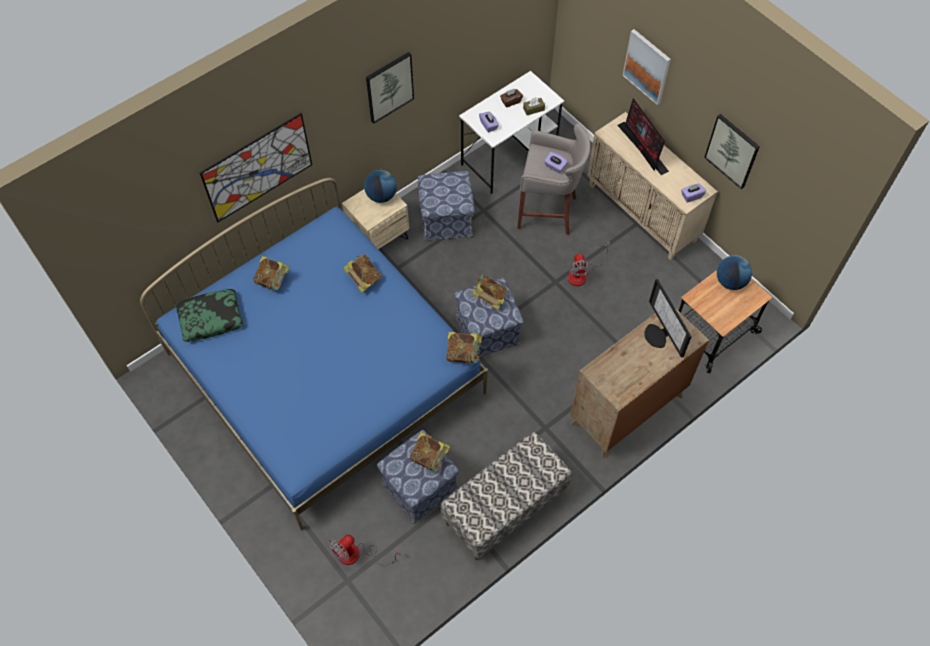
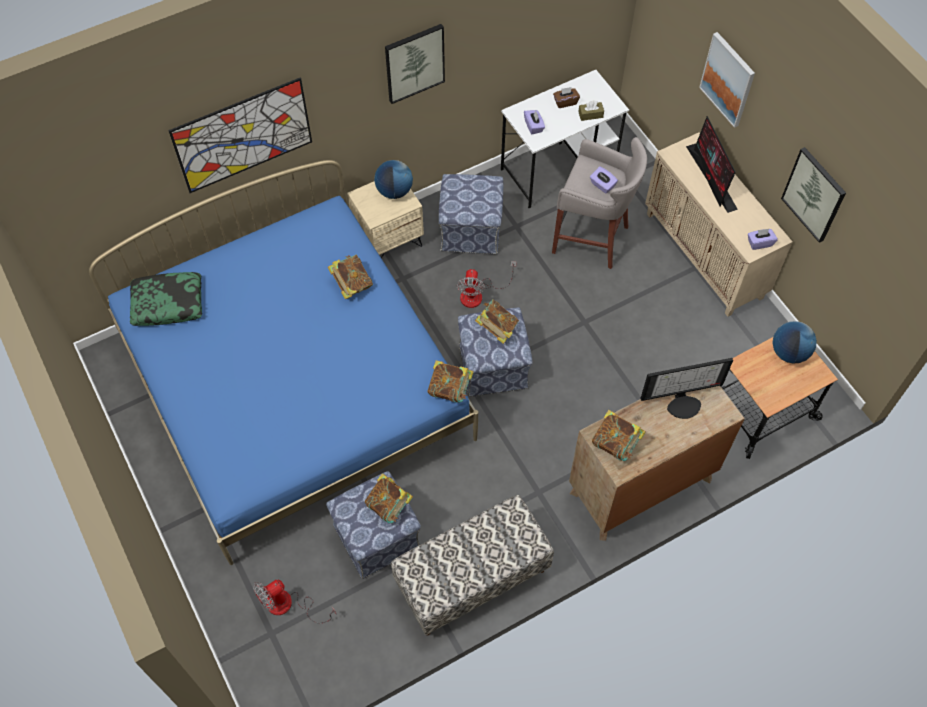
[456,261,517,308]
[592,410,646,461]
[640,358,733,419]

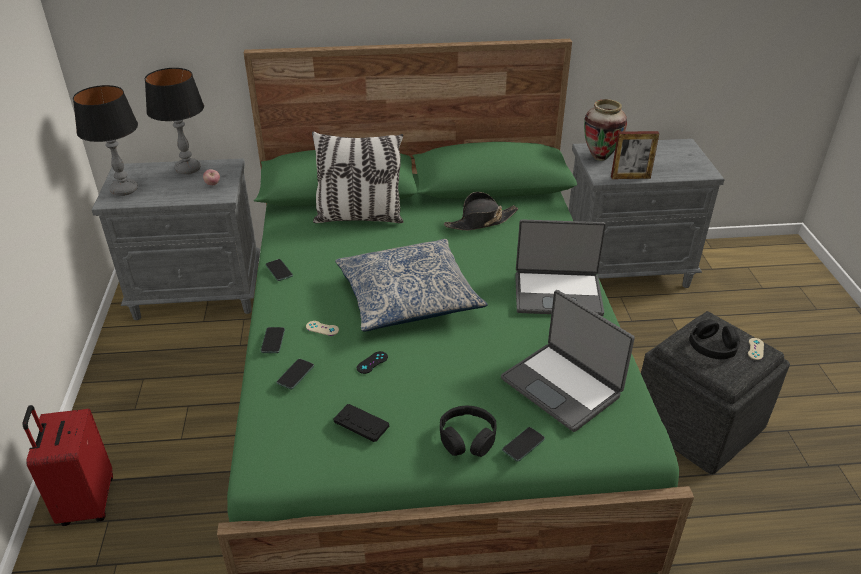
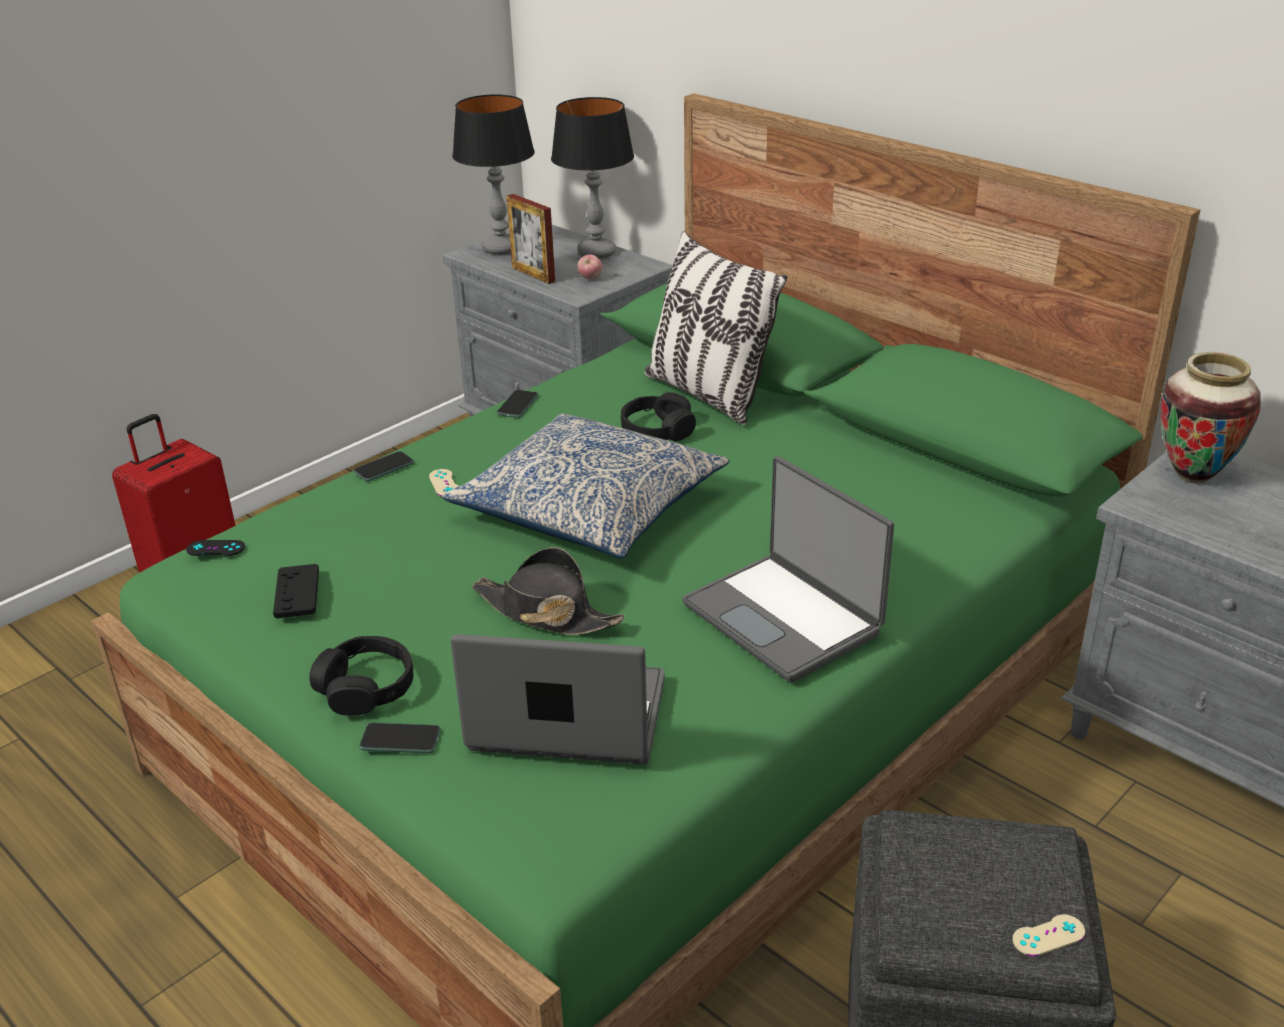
[186,540,245,556]
[450,634,665,764]
[472,547,625,635]
[506,194,555,284]
[621,392,696,442]
[276,359,314,389] (first image)

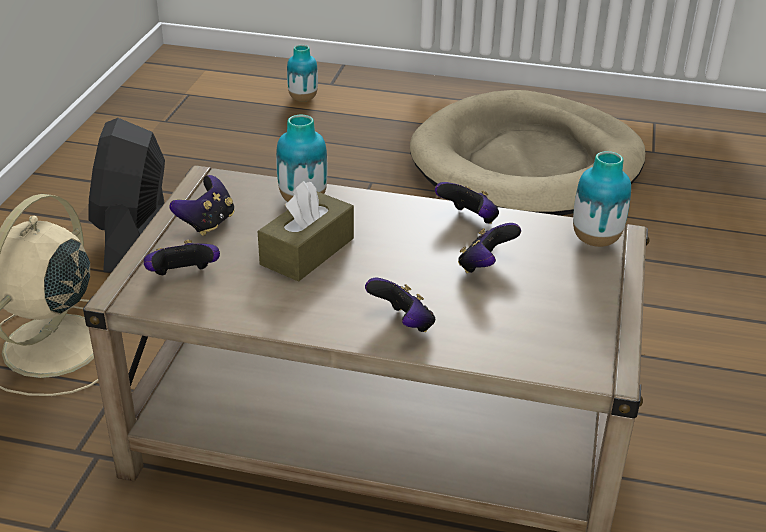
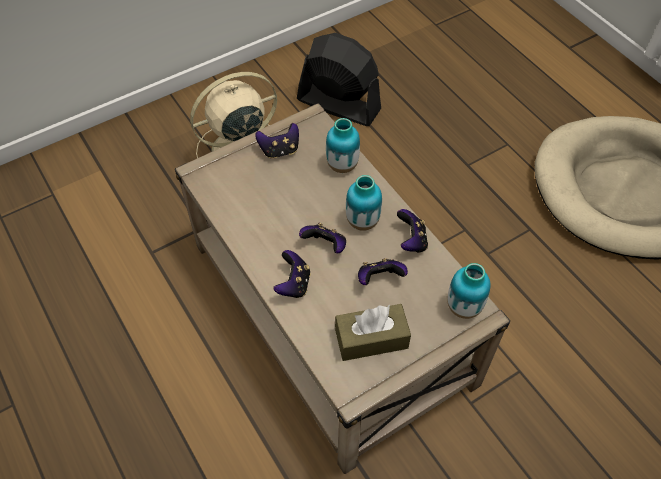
[297,33,381,126]
[299,223,346,253]
[335,304,411,361]
[346,175,382,231]

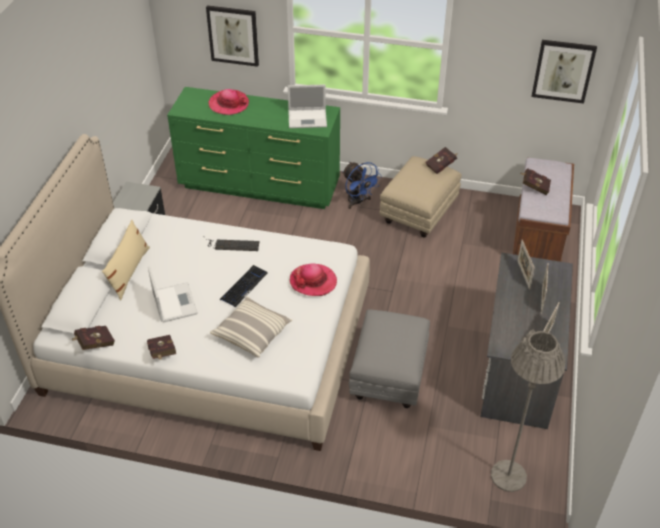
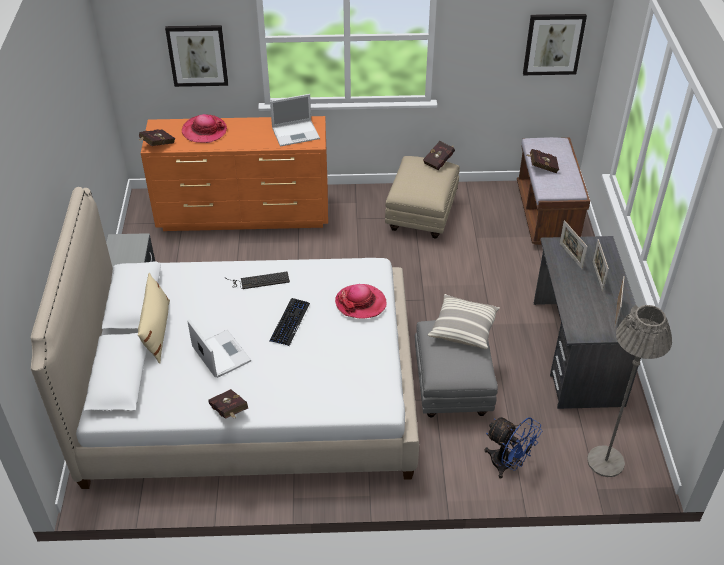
[138,129,175,146]
[141,116,328,231]
[428,294,500,349]
[484,417,542,479]

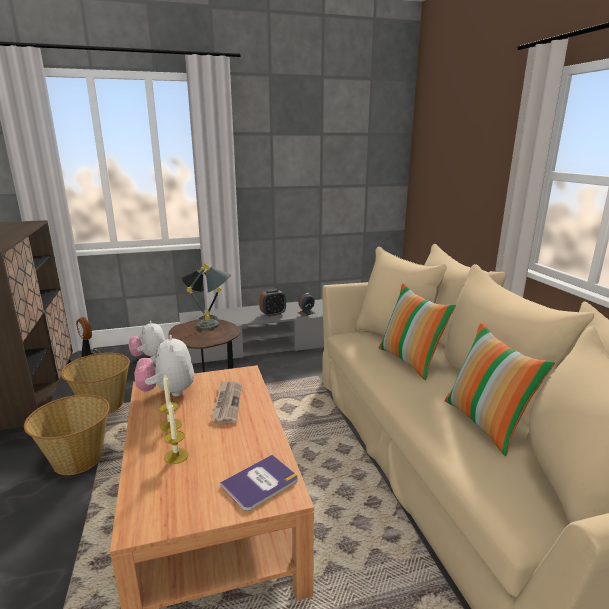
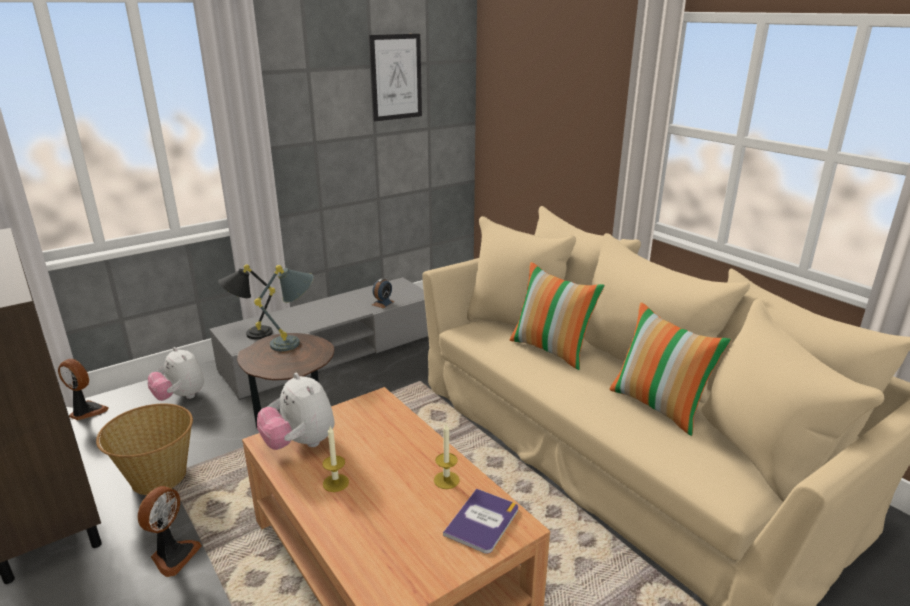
[137,486,202,577]
[369,34,422,121]
[434,424,460,489]
[211,380,241,424] (first image)
[259,289,286,317] (first image)

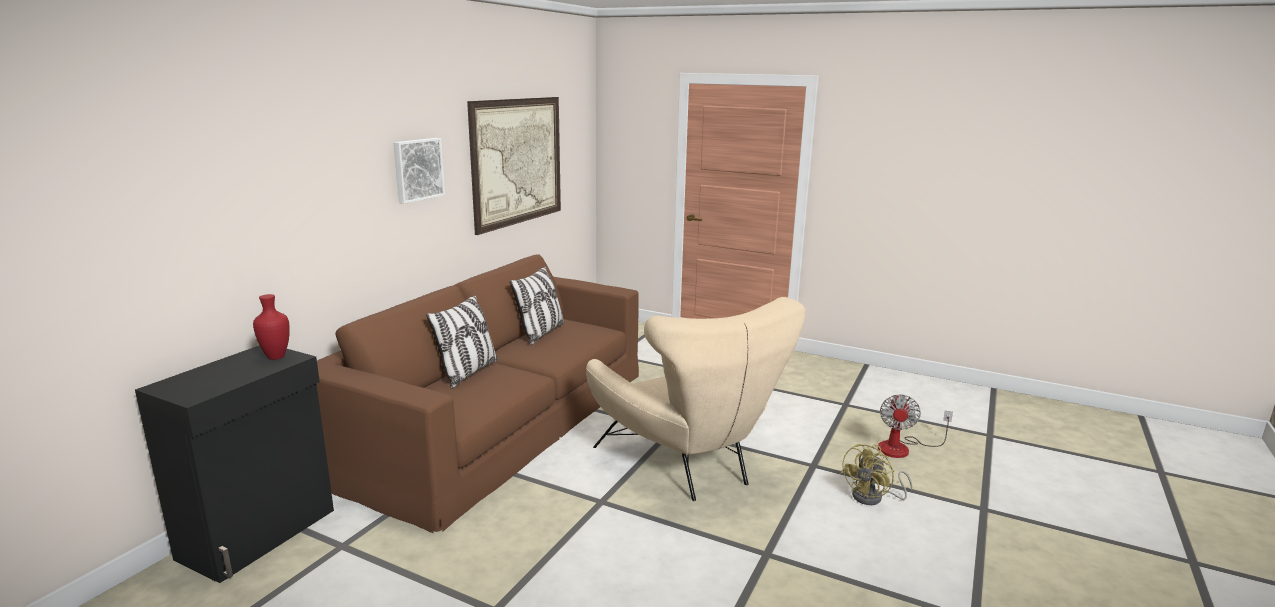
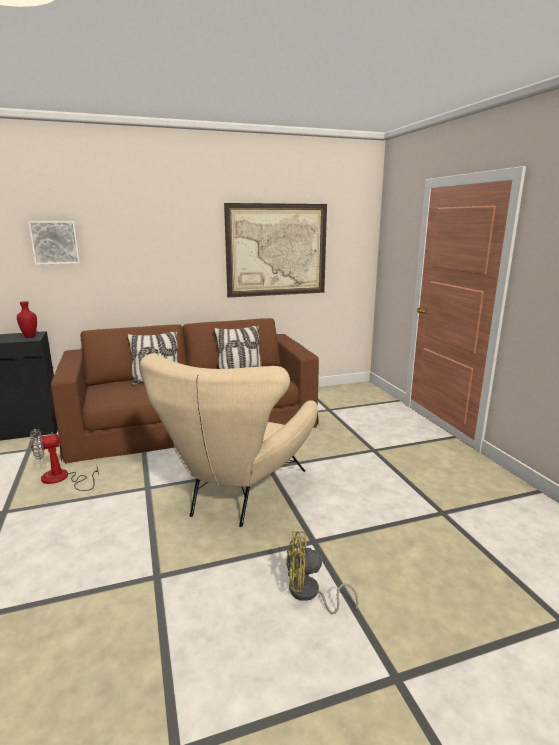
[28,221,80,265]
[30,429,99,491]

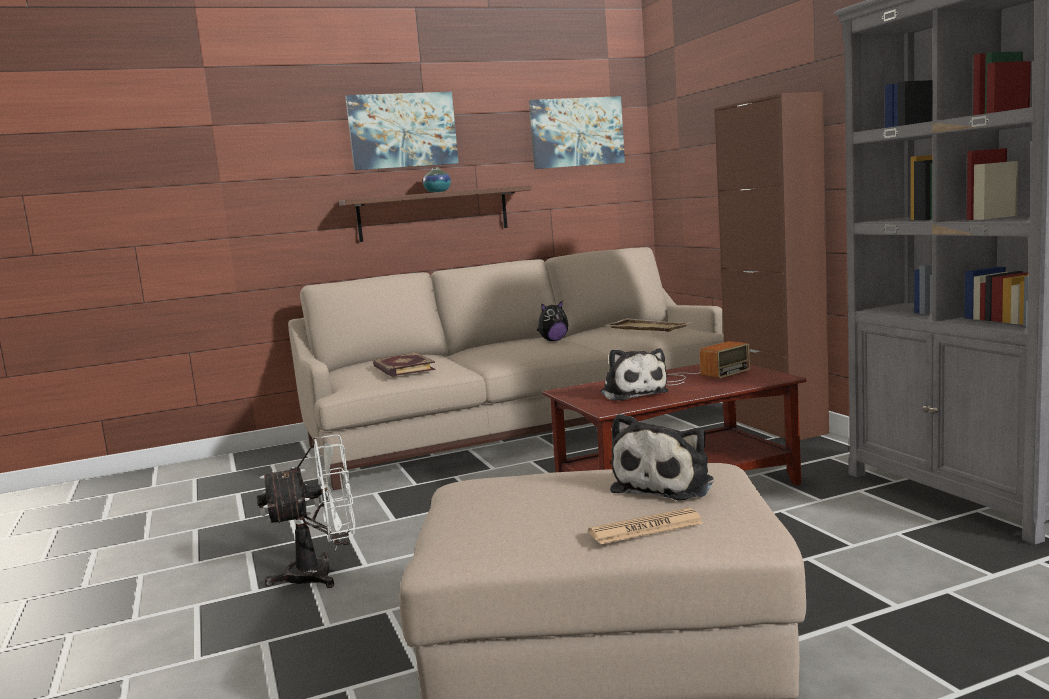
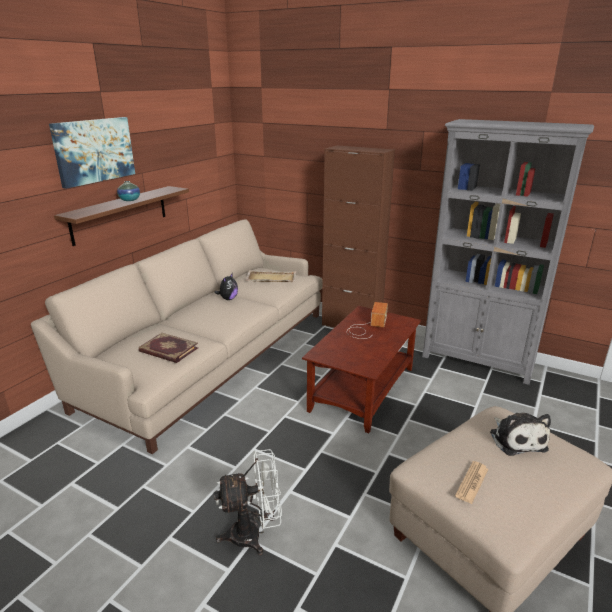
[214,449,282,555]
[455,461,488,504]
[529,96,625,169] (first image)
[600,348,669,401] (first image)

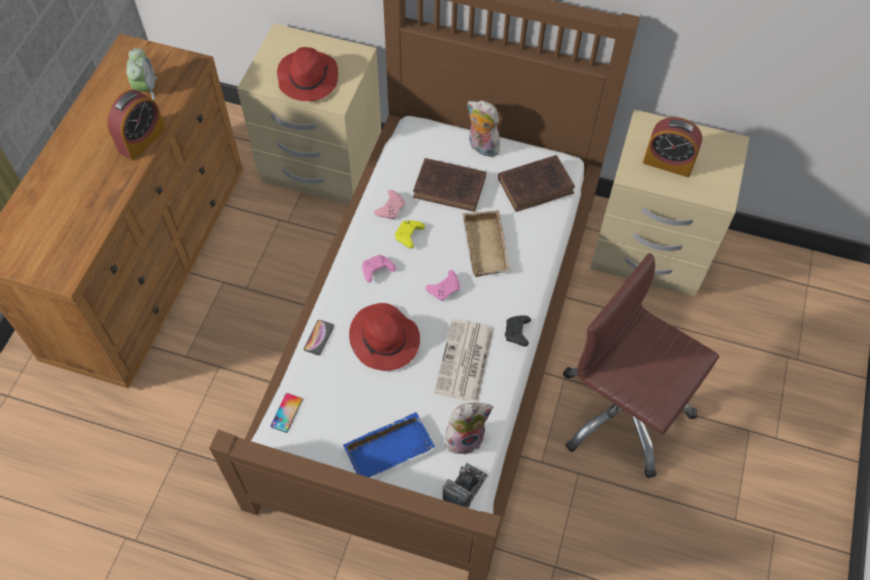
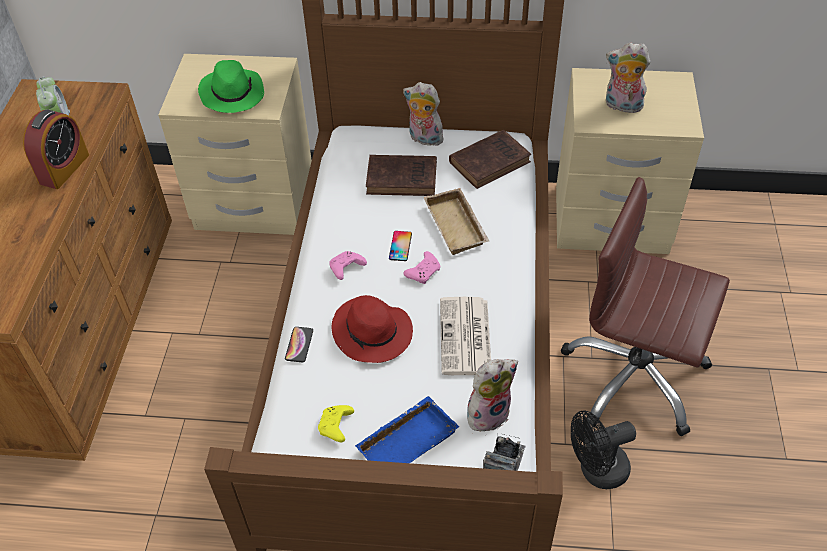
[198,60,264,113]
[318,405,354,442]
[389,231,412,261]
[571,410,636,489]
[606,43,650,113]
[374,190,405,219] (first image)
[505,315,531,346] (first image)

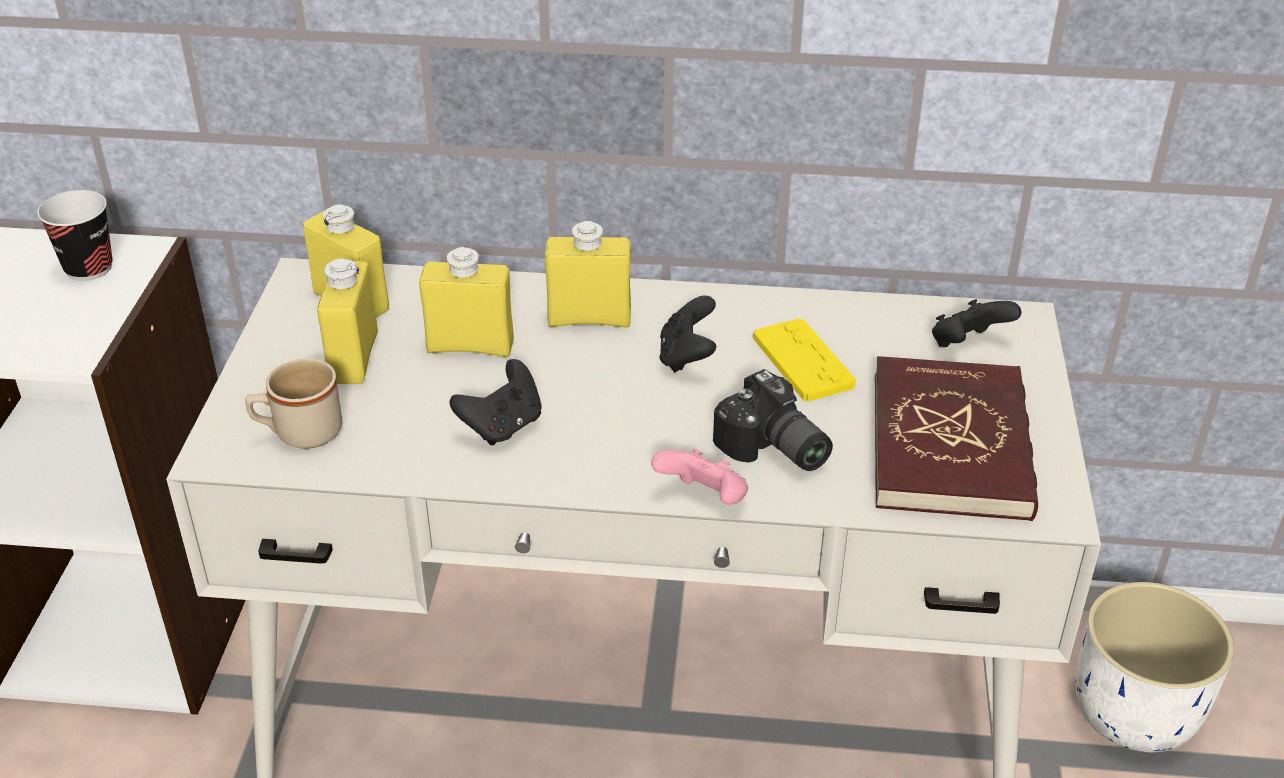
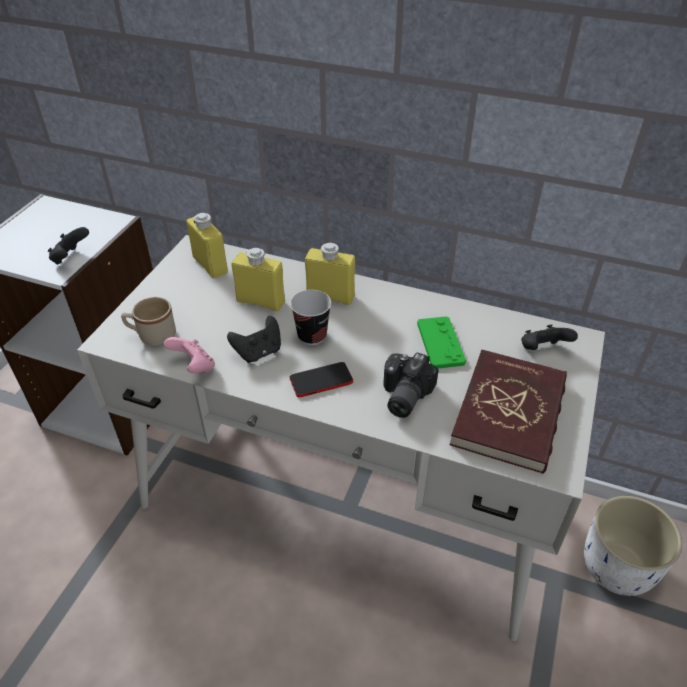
[48,227,89,265]
[164,337,215,373]
[290,290,331,345]
[290,362,353,397]
[383,352,439,418]
[417,316,466,368]
[317,259,378,384] (first image)

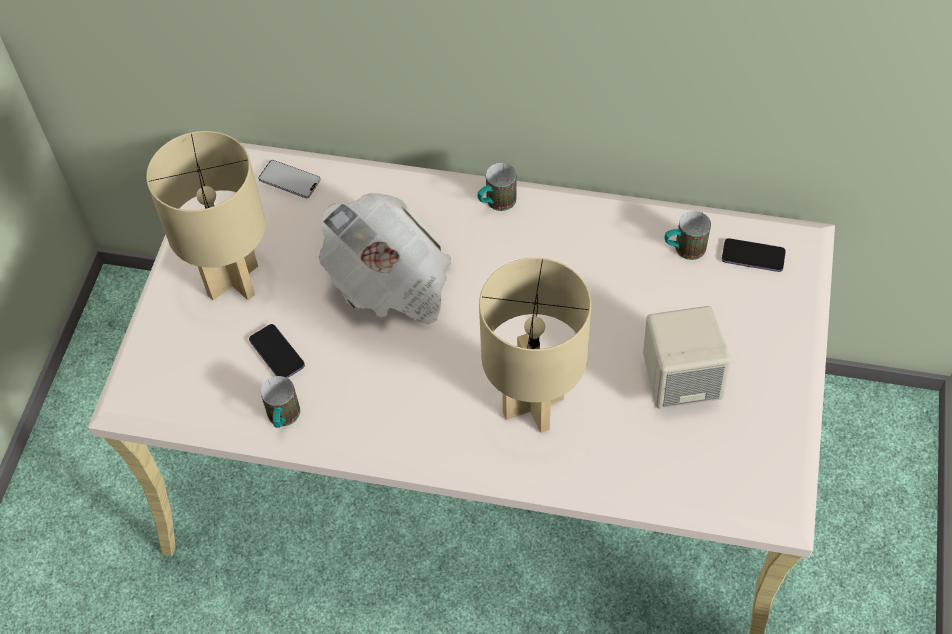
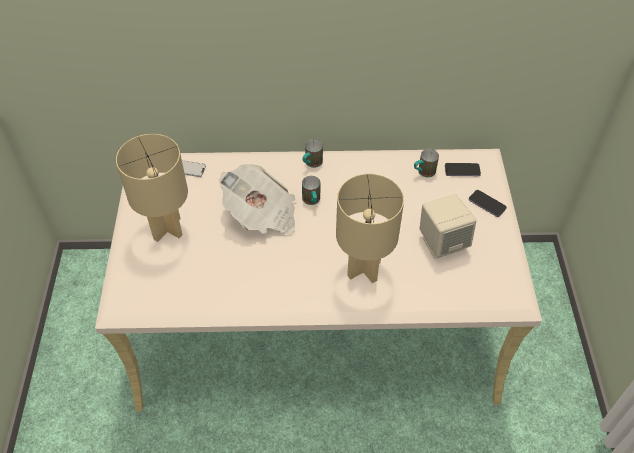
[302,176,320,205]
[469,190,507,217]

